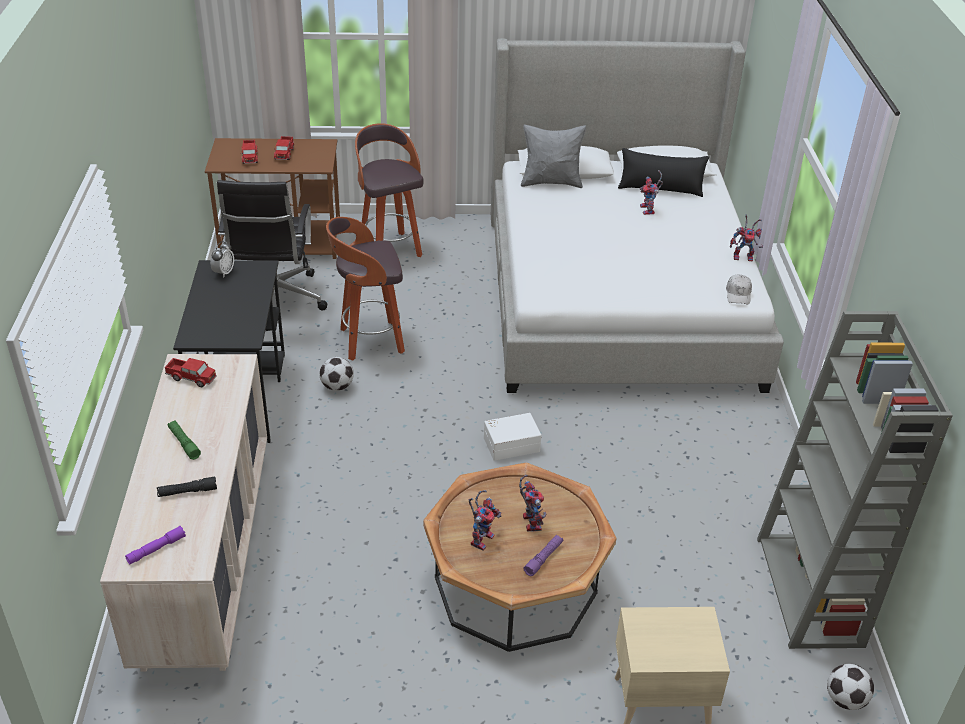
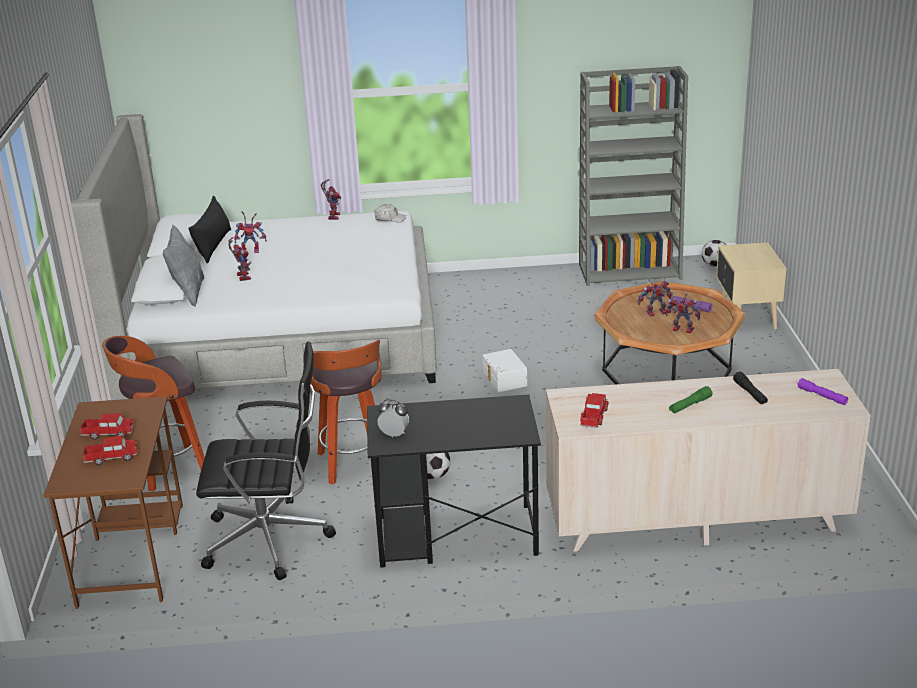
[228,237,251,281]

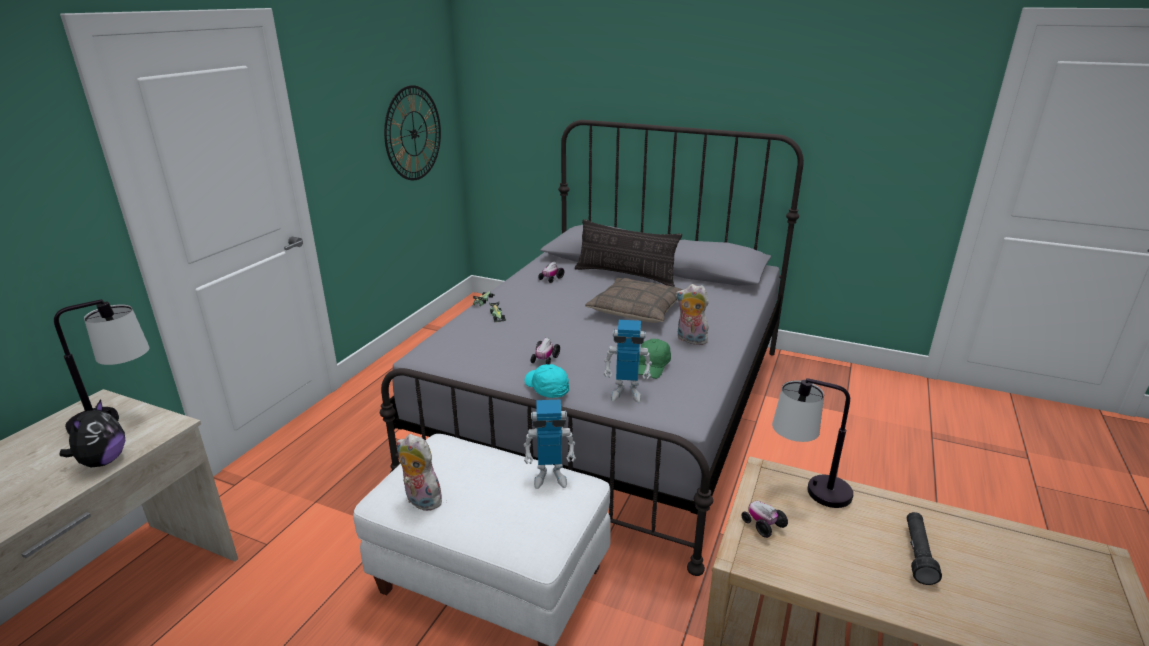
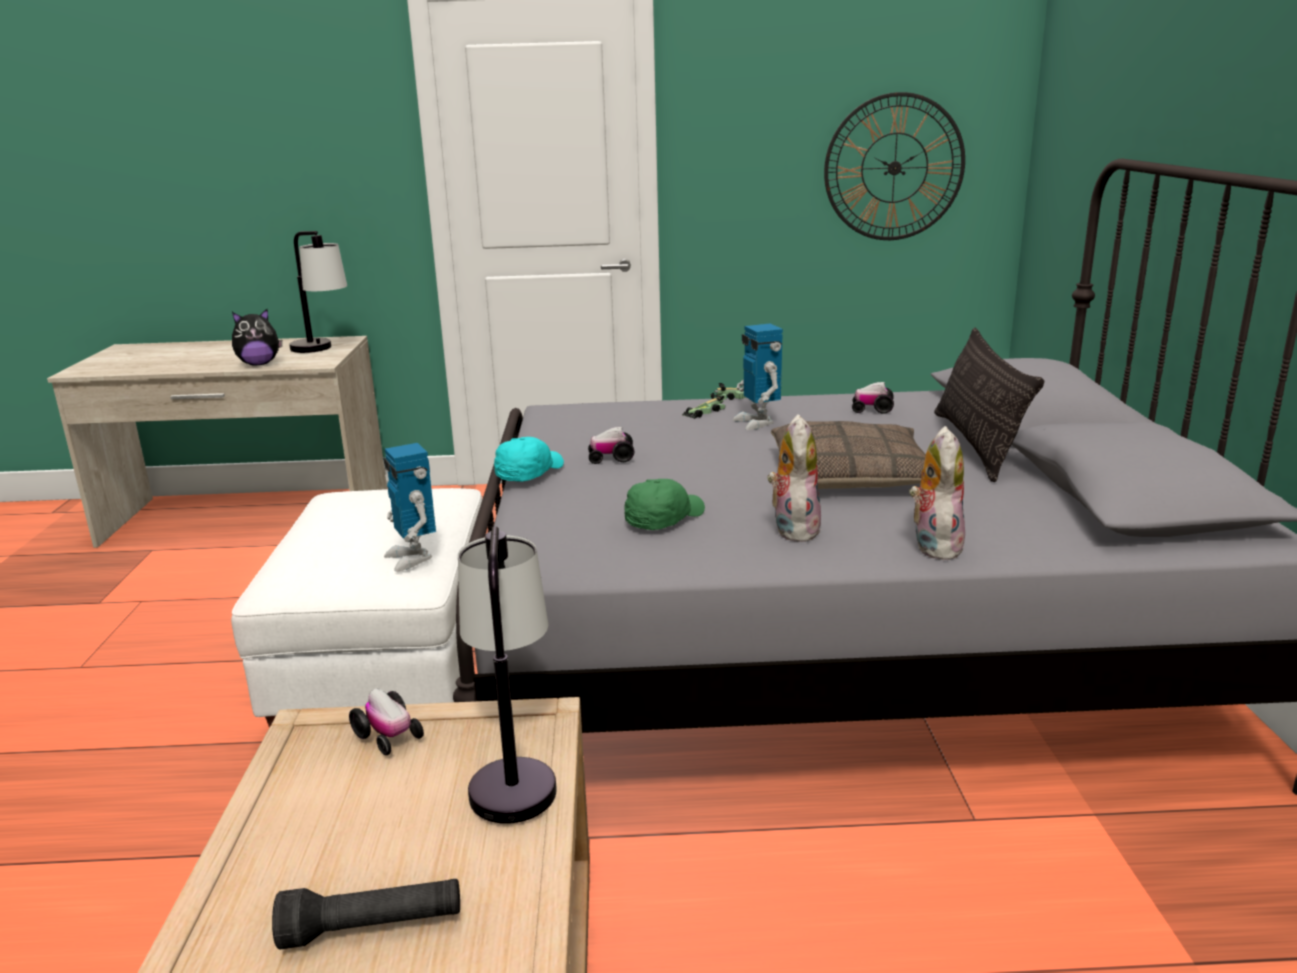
[349,688,424,755]
[625,479,705,530]
[732,324,783,430]
[909,426,965,560]

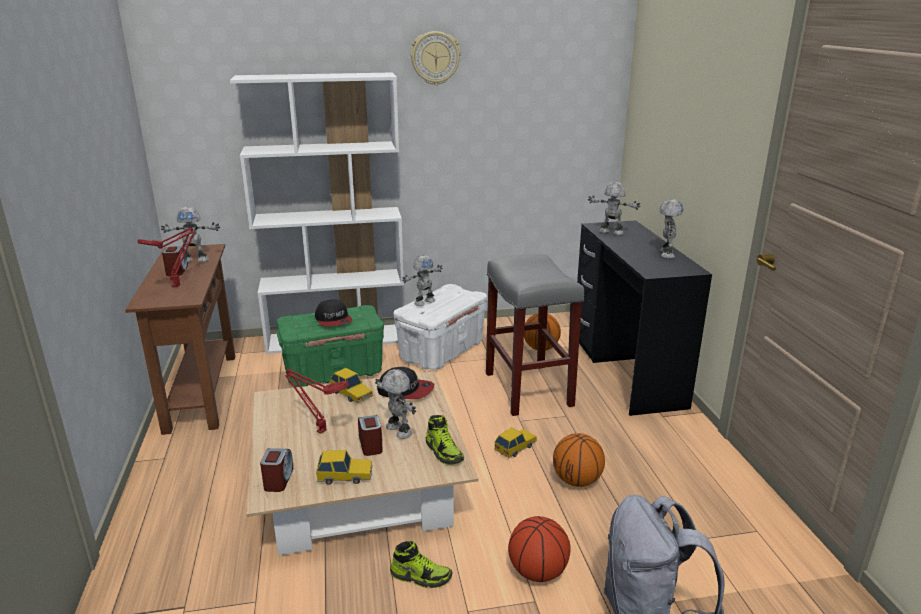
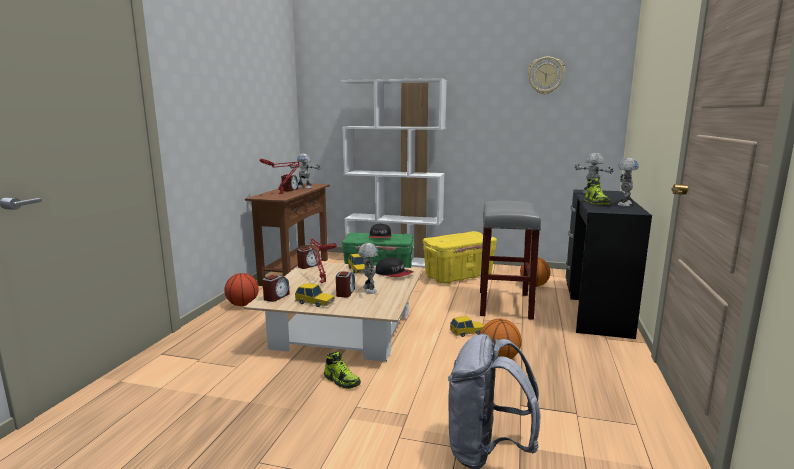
[224,273,259,306]
[297,247,321,269]
[423,231,497,284]
[528,56,565,94]
[584,179,610,204]
[402,255,443,306] (first image)

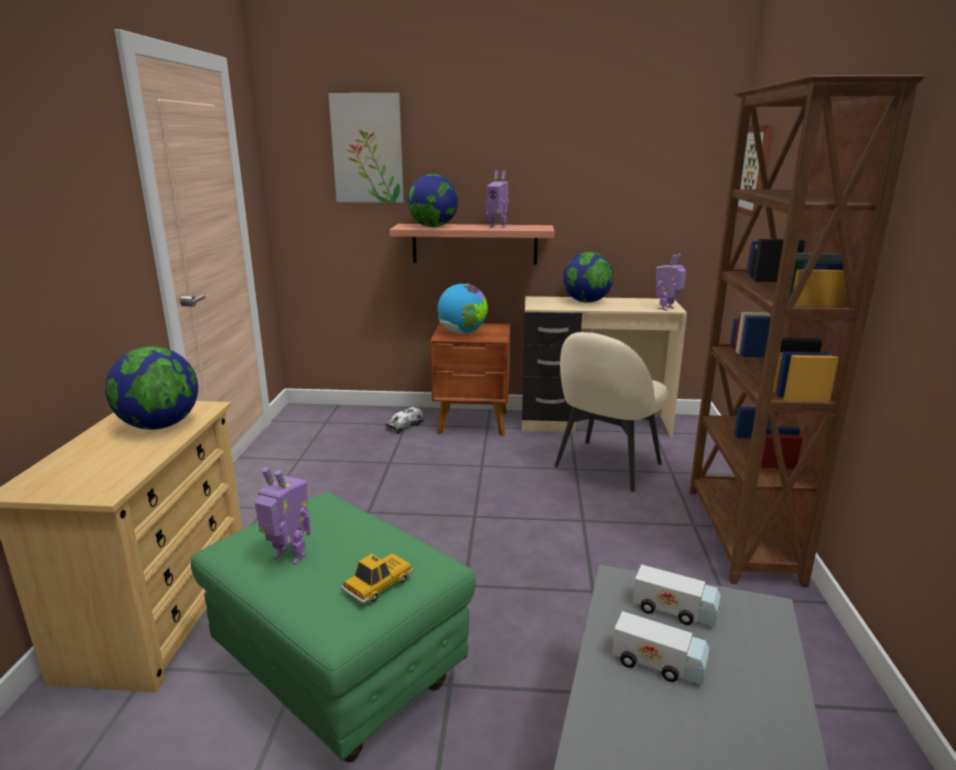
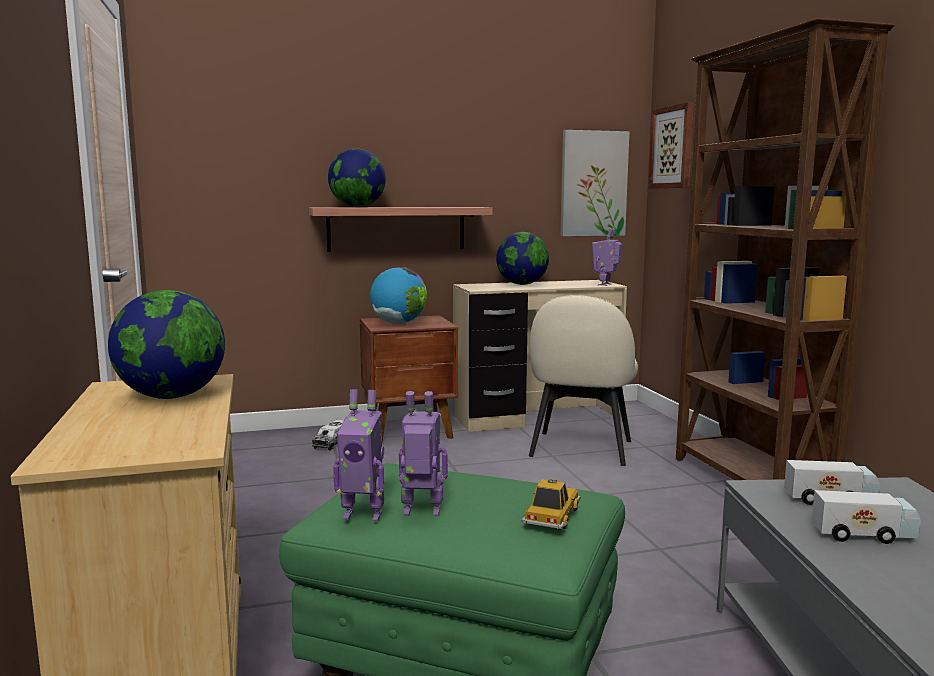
[333,389,385,521]
[560,130,629,236]

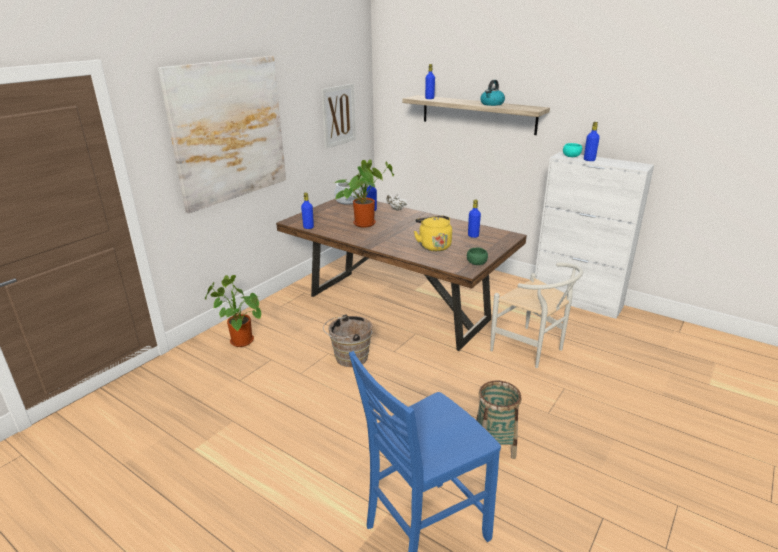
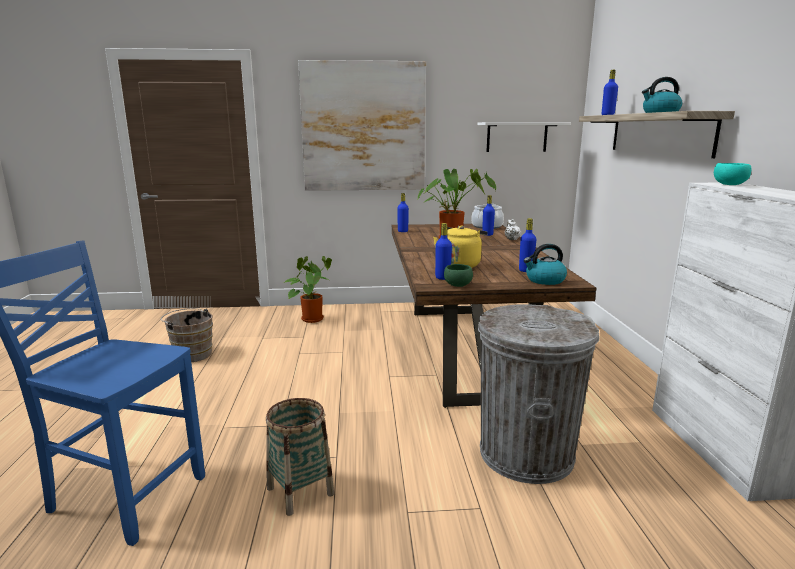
[161,308,213,362]
[435,223,452,280]
[477,122,571,152]
[478,304,599,484]
[524,244,567,285]

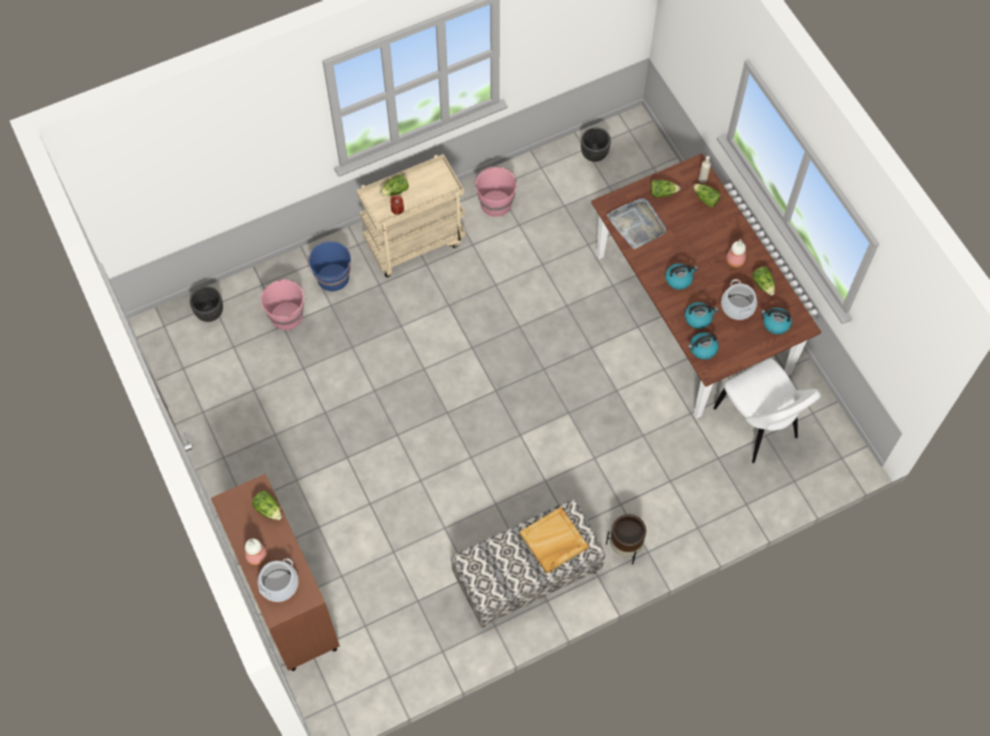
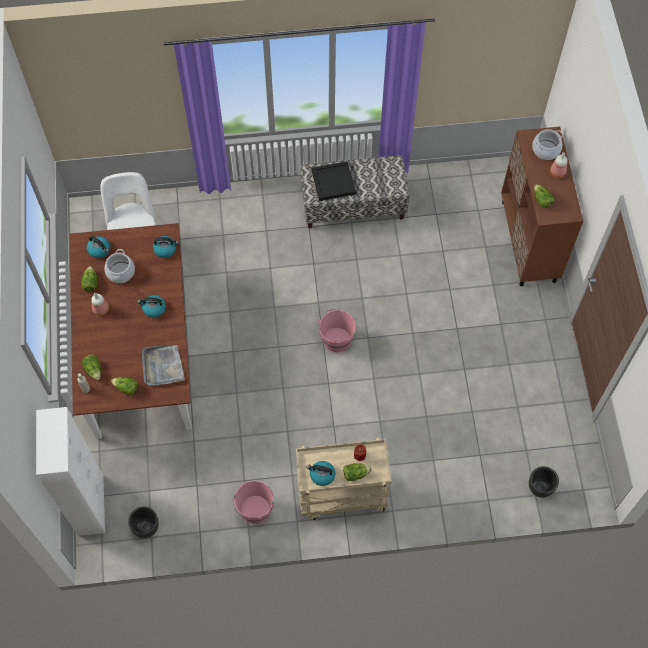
[36,407,105,536]
[306,461,336,486]
[311,161,356,201]
[317,309,356,352]
[307,241,351,291] (first image)
[606,514,646,565] (first image)

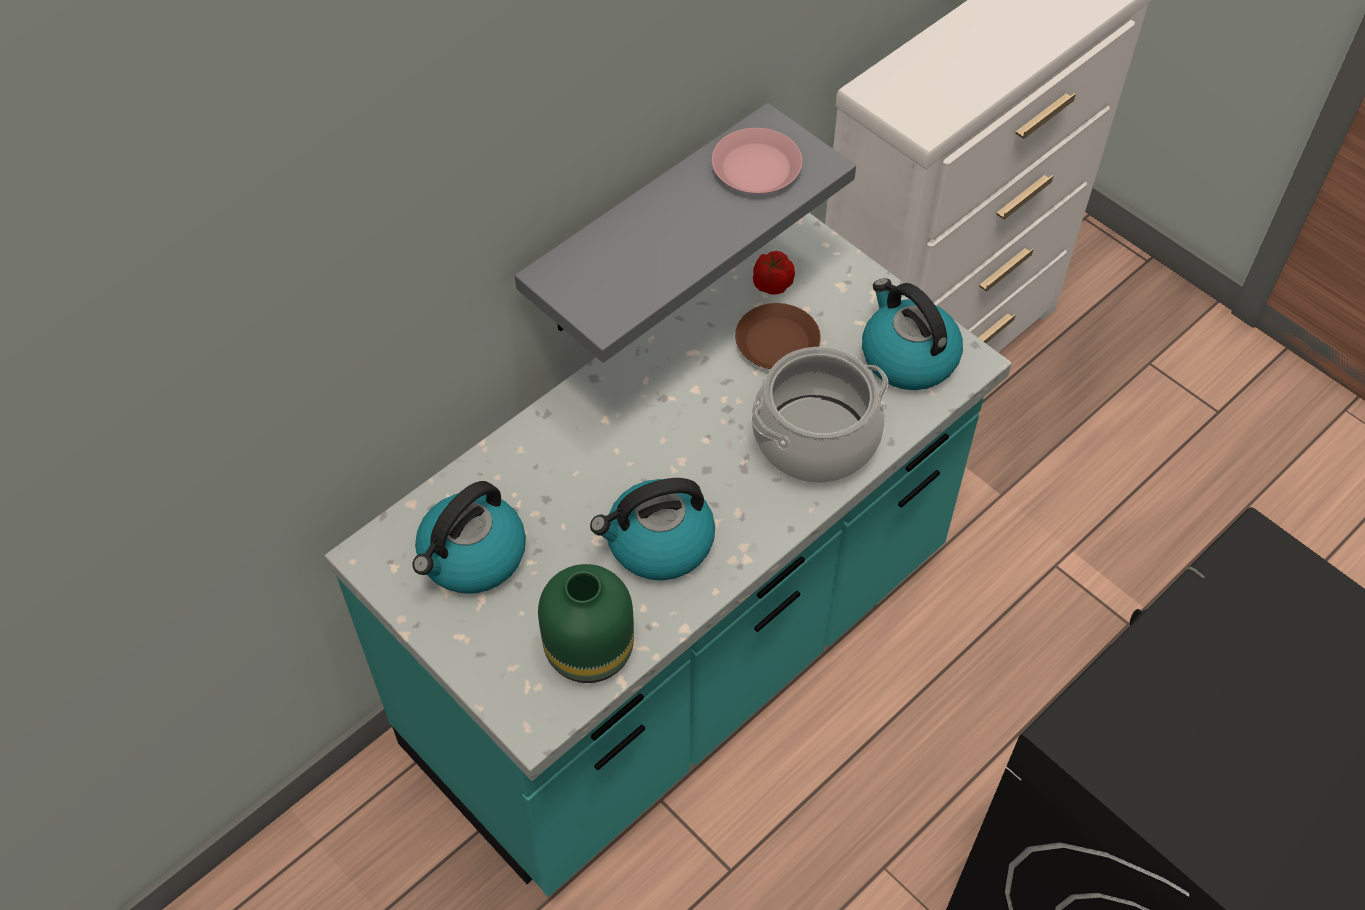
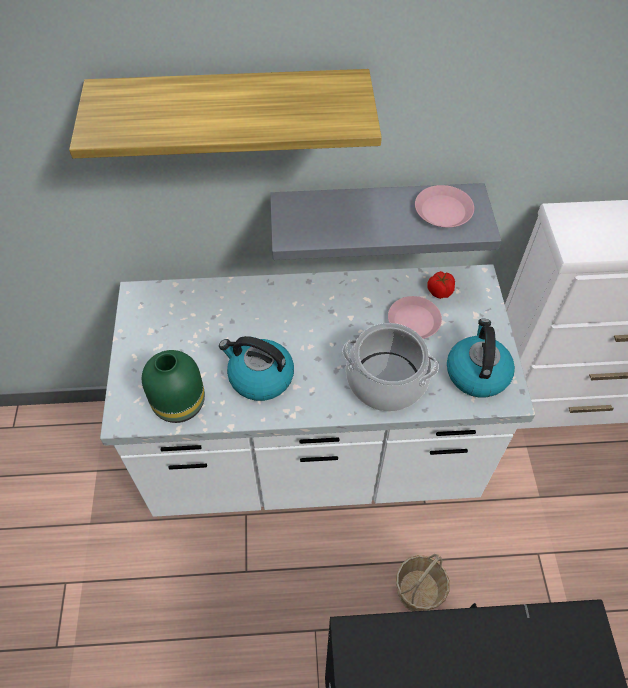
[69,69,382,159]
[100,264,535,517]
[388,296,442,339]
[396,554,450,612]
[412,481,526,594] (first image)

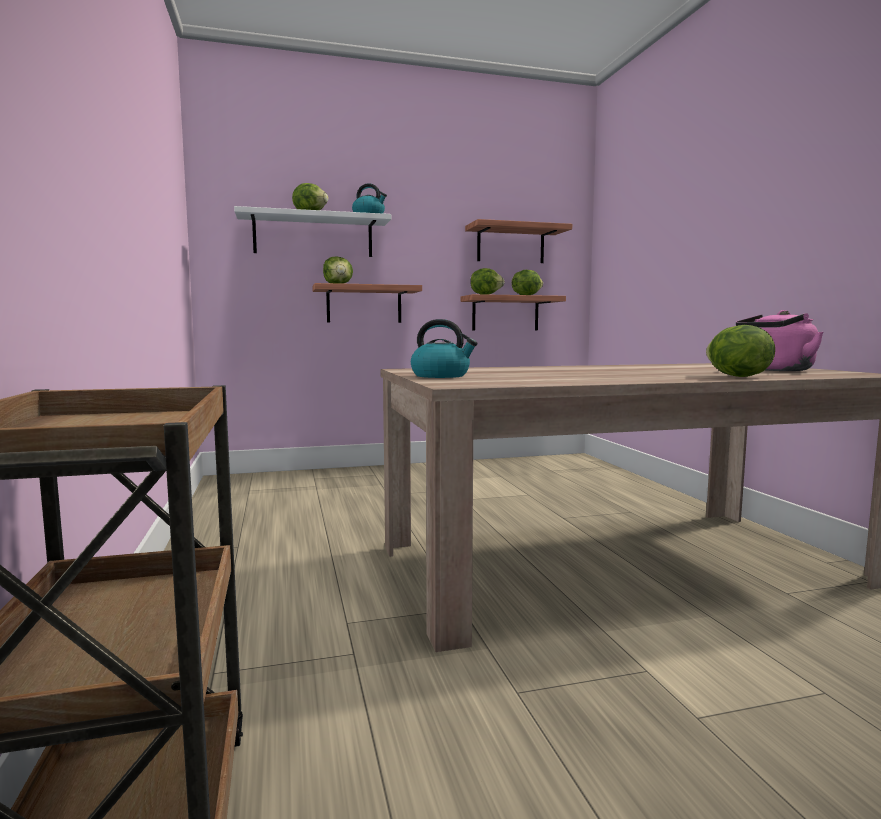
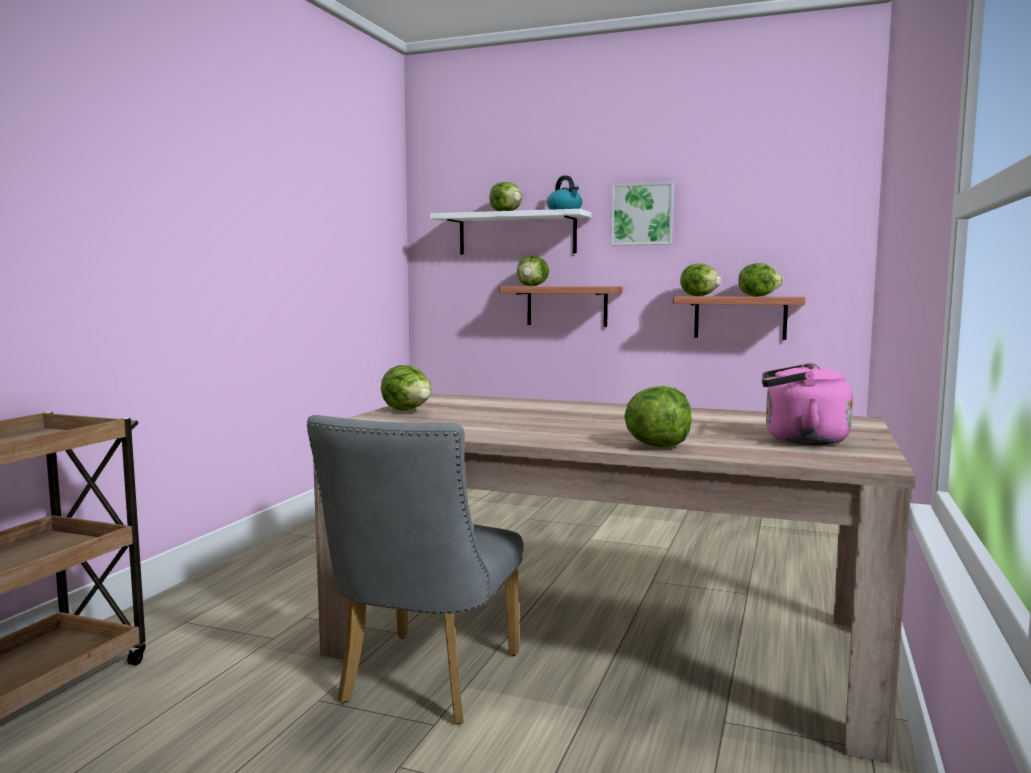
[307,415,523,725]
[381,365,431,411]
[611,182,674,245]
[465,219,572,263] (first image)

